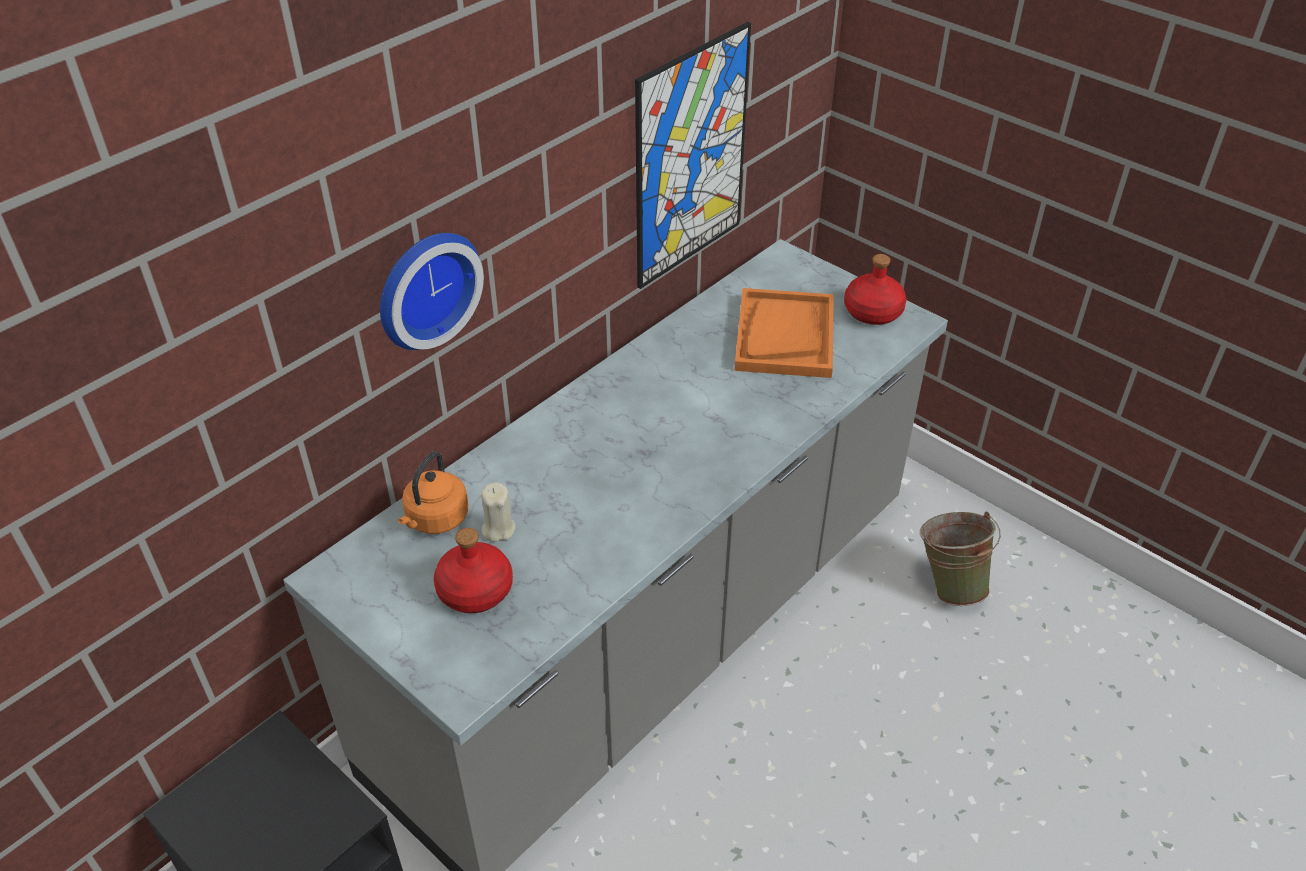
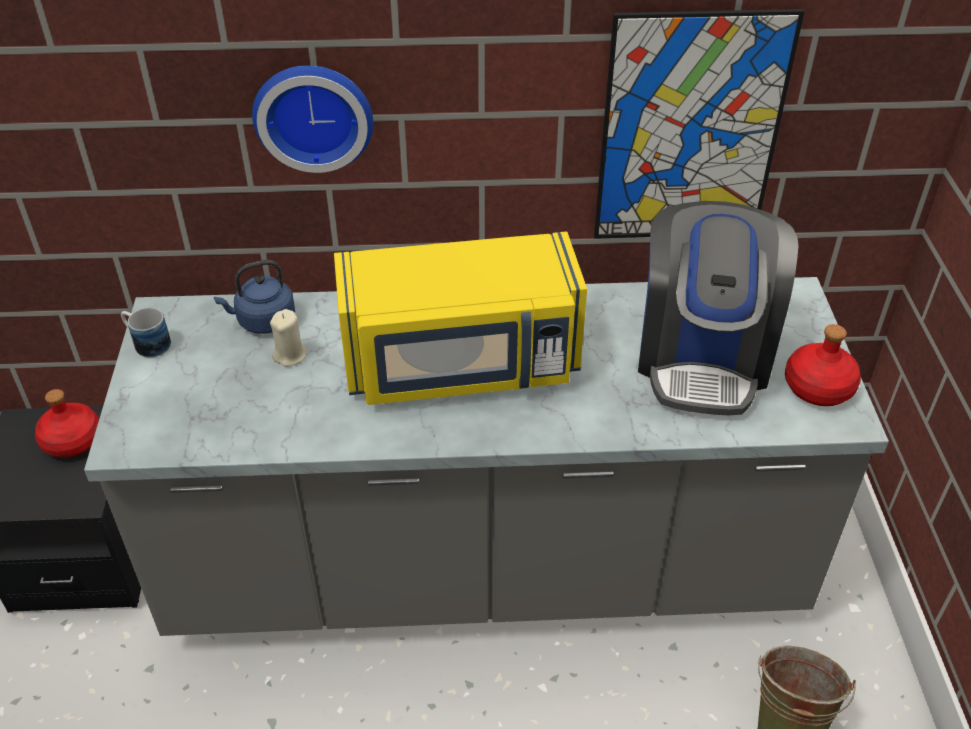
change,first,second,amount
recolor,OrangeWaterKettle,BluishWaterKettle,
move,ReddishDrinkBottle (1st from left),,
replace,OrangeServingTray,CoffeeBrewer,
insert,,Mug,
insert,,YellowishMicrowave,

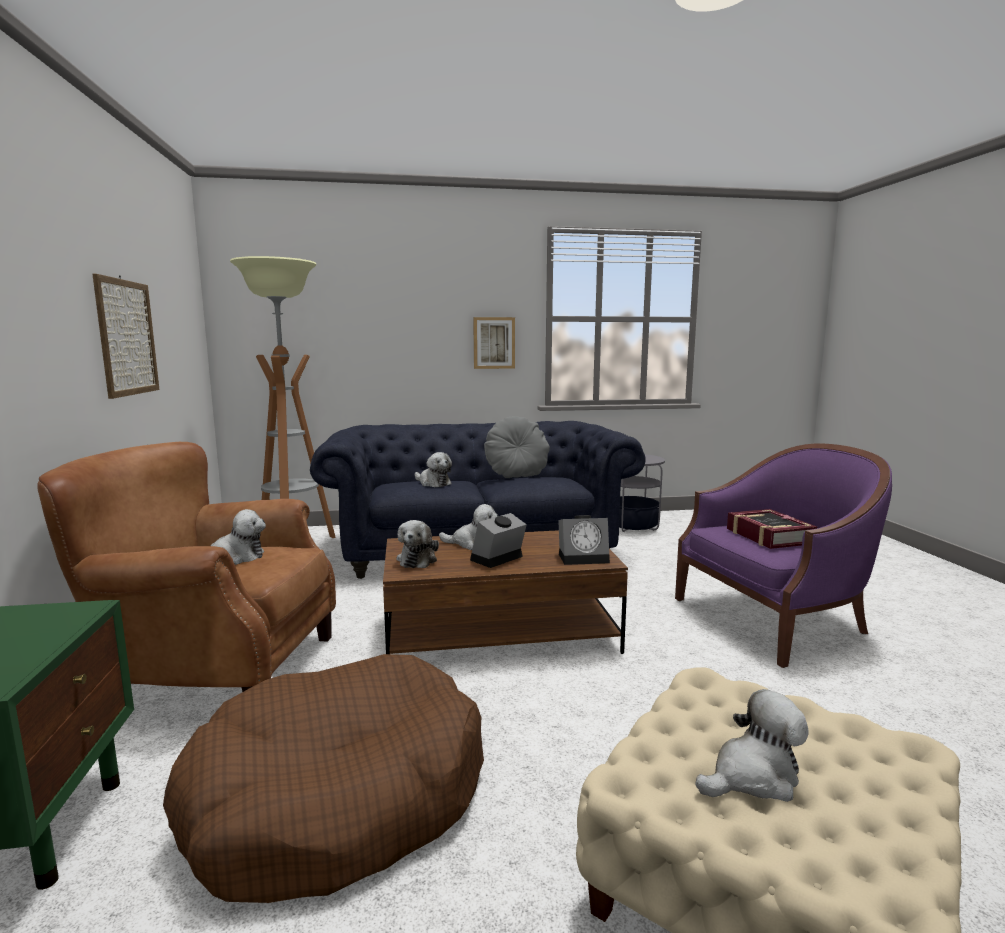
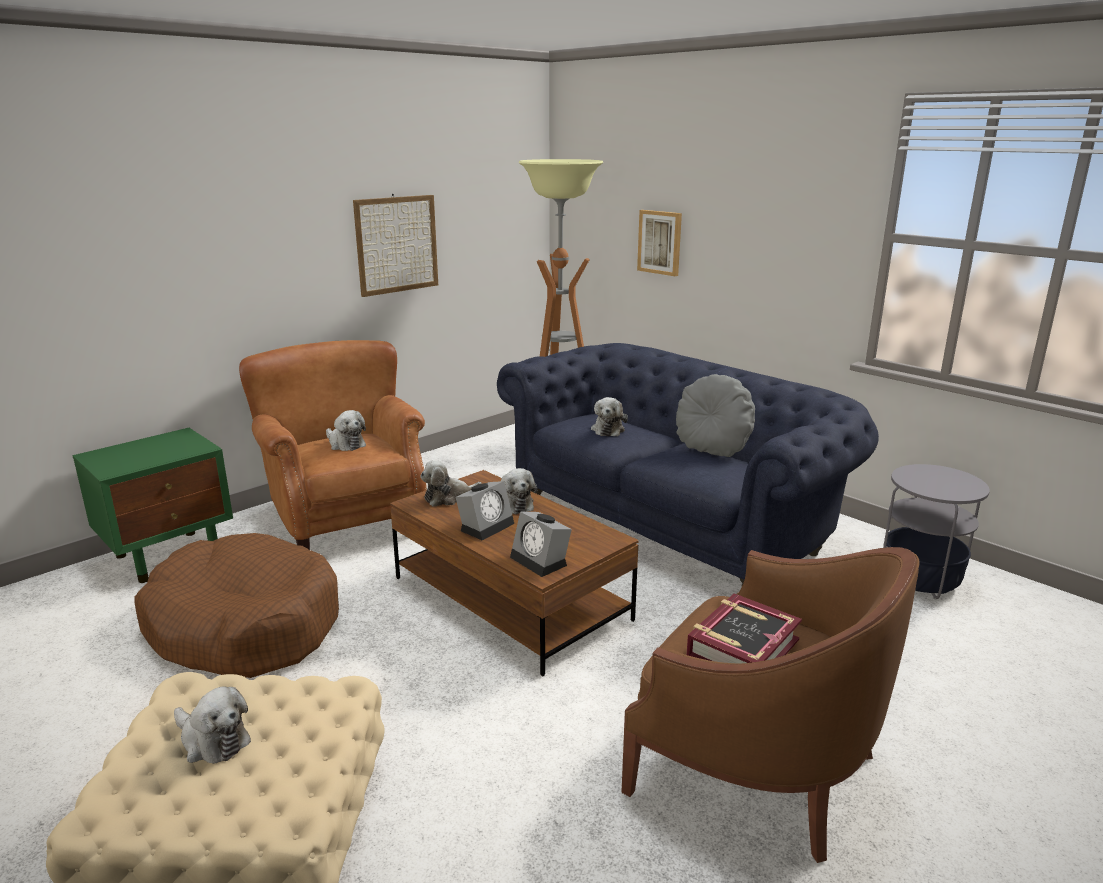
change,first,second,amount
rotate,TableClock (1st from left),,120 degrees clockwise
move,WallPicture (2nd from left),,
recolor,PurpleEasyChair,BrownishEasyChair (2nd from left),

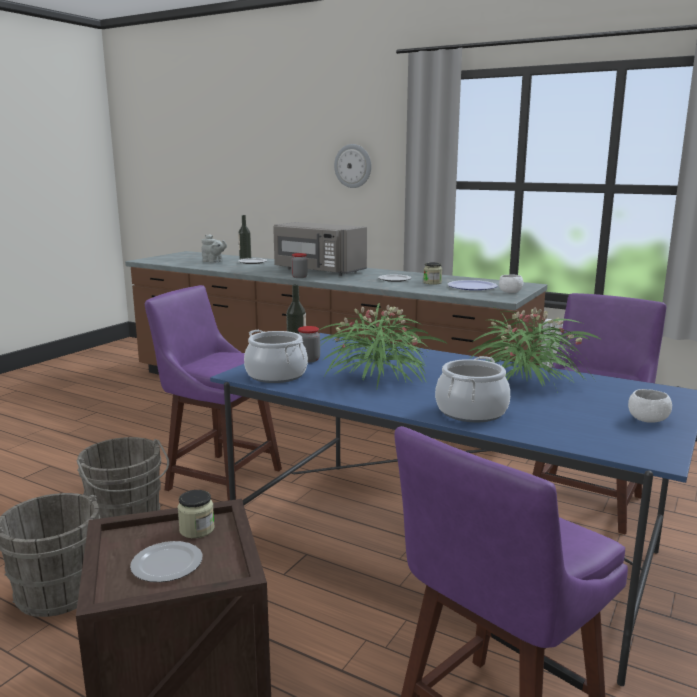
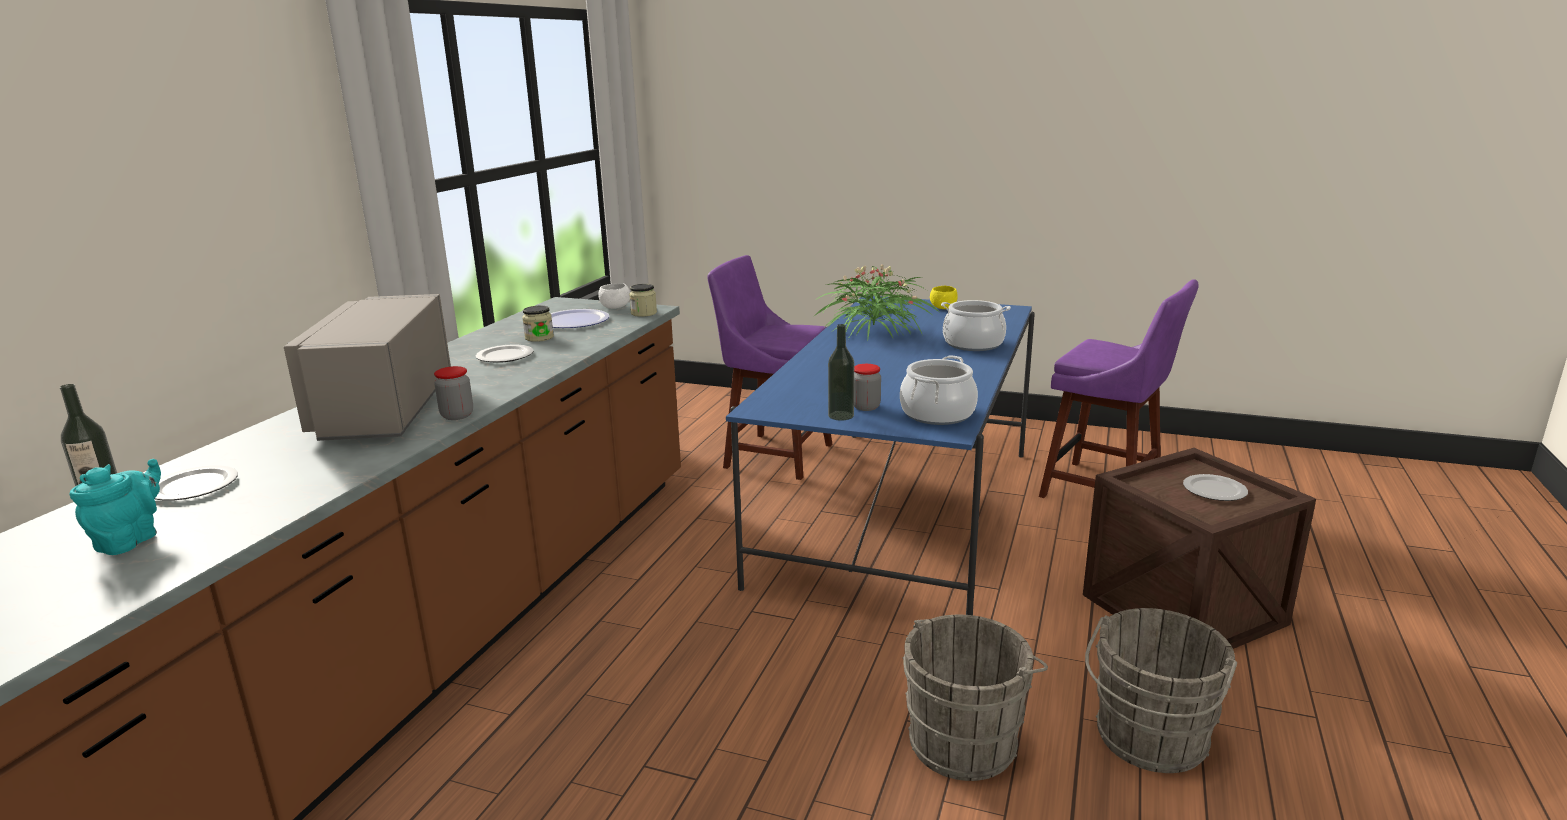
change,first,second,amount
delete,PurplePlainChair (1st from left),,
move,Jar (1st from left in the first image),Jar (3rd from left),
recolor,GrayTeapot,BlueGreenTeapot,
rotate,GrayMicrowave,,150 degrees clockwise
delete,Houseplant (1st from left),,
delete,HangingClock,,
recolor,WhiteColouredDeepDish (2nd from left),YellowishDeepDish,

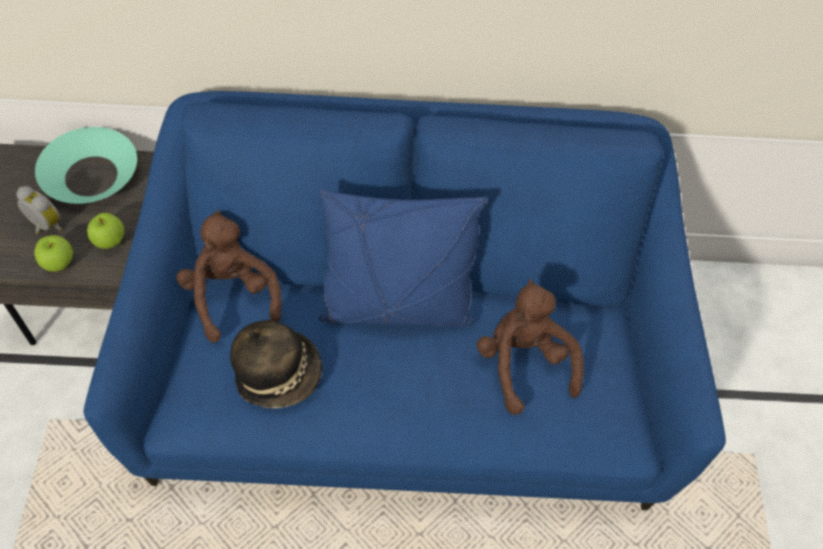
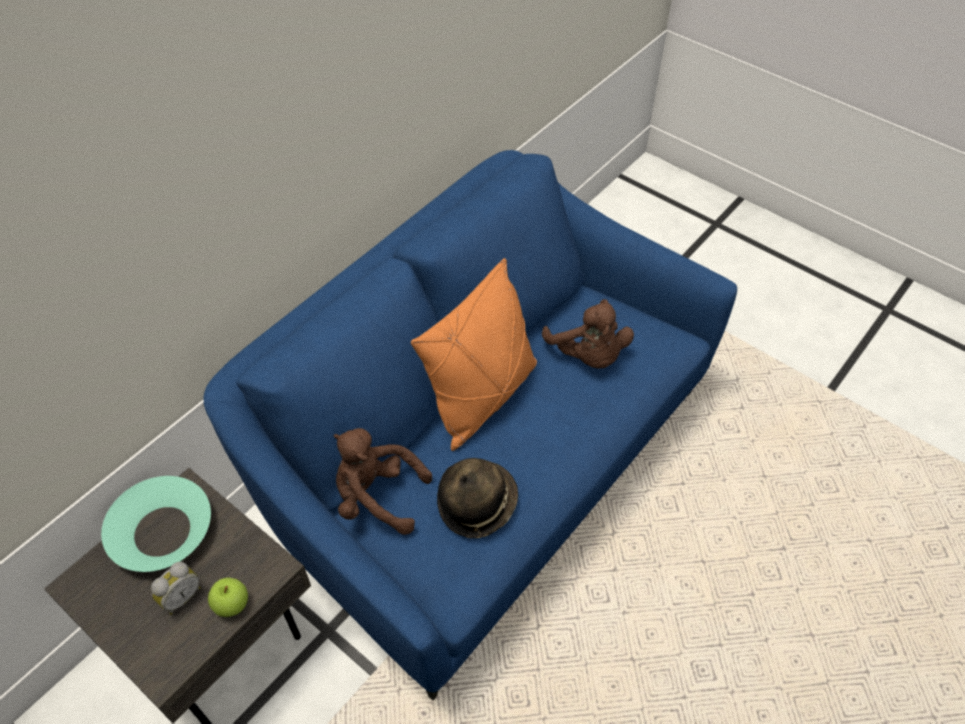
change,first,second,amount
rotate,TableClock,,150 degrees clockwise
delete,WholeApple (2nd from left),,
recolor,BluishPillow,OrangePillow,
rotate,BrownishSoftToy (2nd from left),,135 degrees counterclockwise

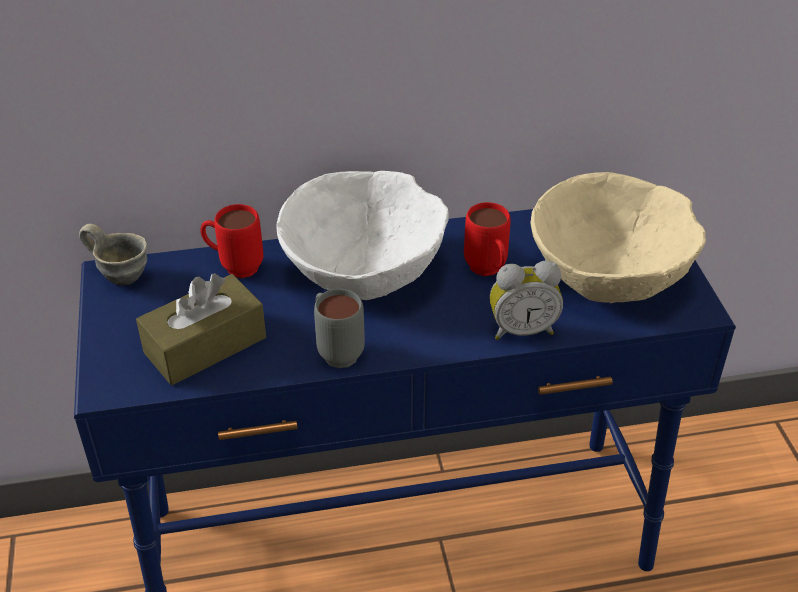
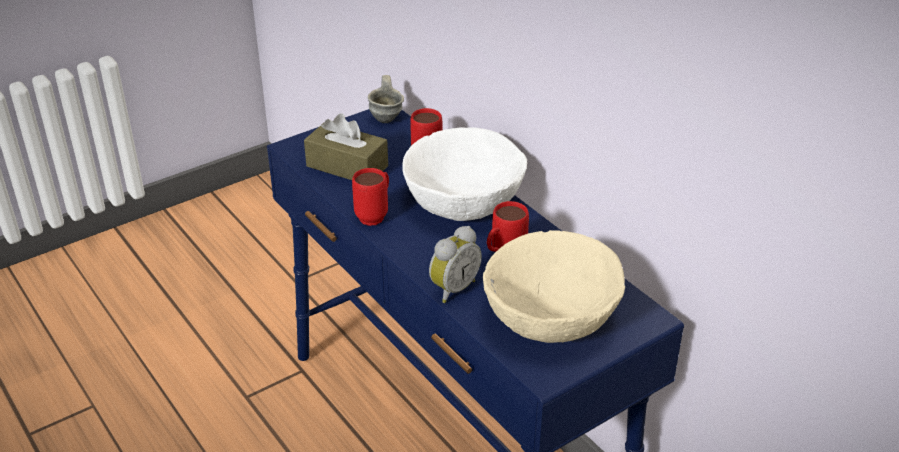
change,first,second,amount
recolor,GrayMug (2nd from left),ReddishMug (1st from left),
rotate,TableClock,,105 degrees counterclockwise

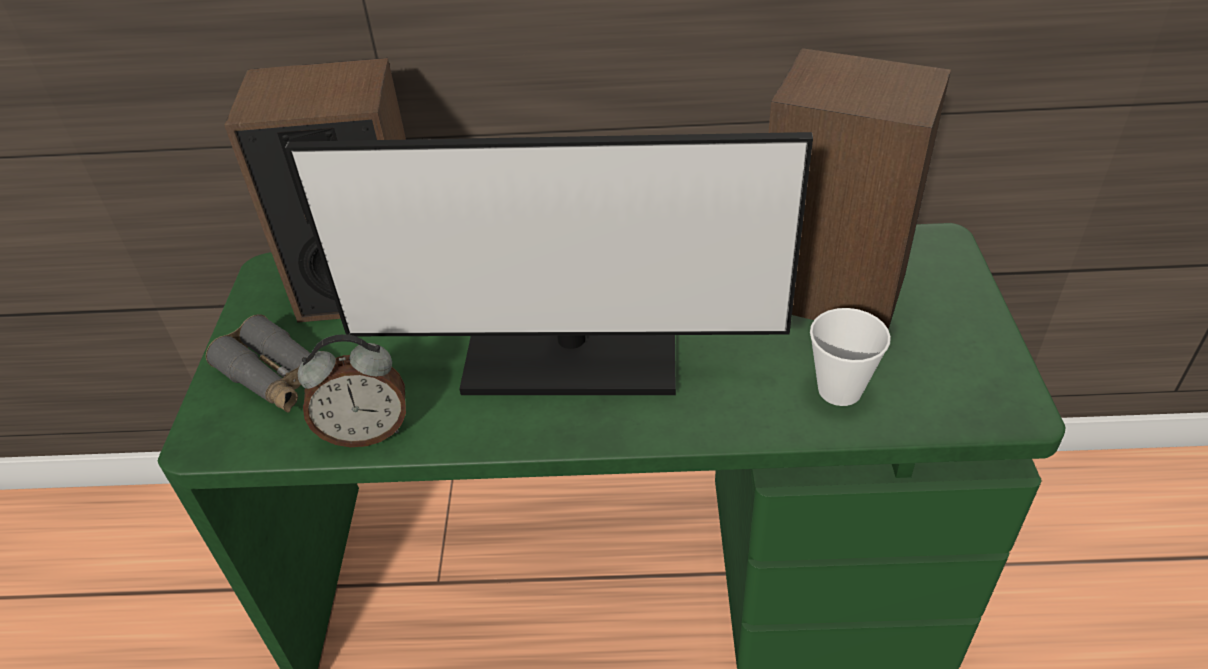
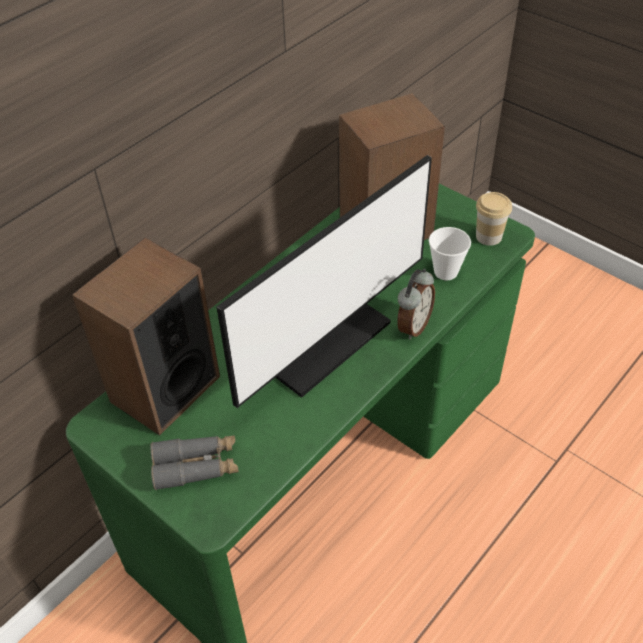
change,first,second,amount
move,TableClock,,
insert,,Cup (2nd from left),

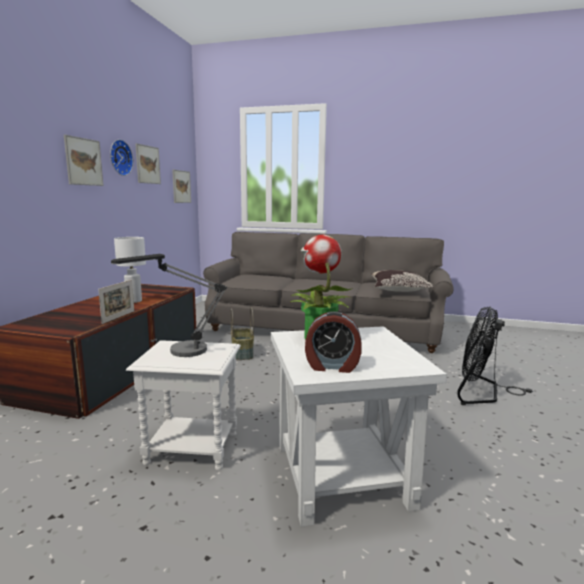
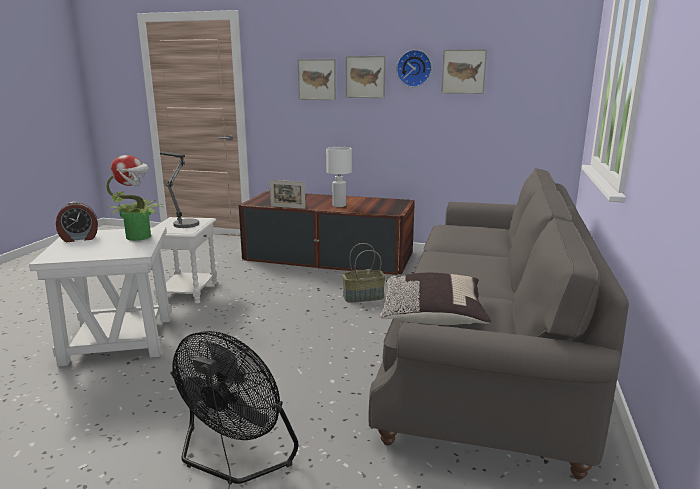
change,first,second,amount
move,WallPicture (3rd from left in the first image),WallPicture (1st from left),
rotate,TableClock,,120 degrees counterclockwise

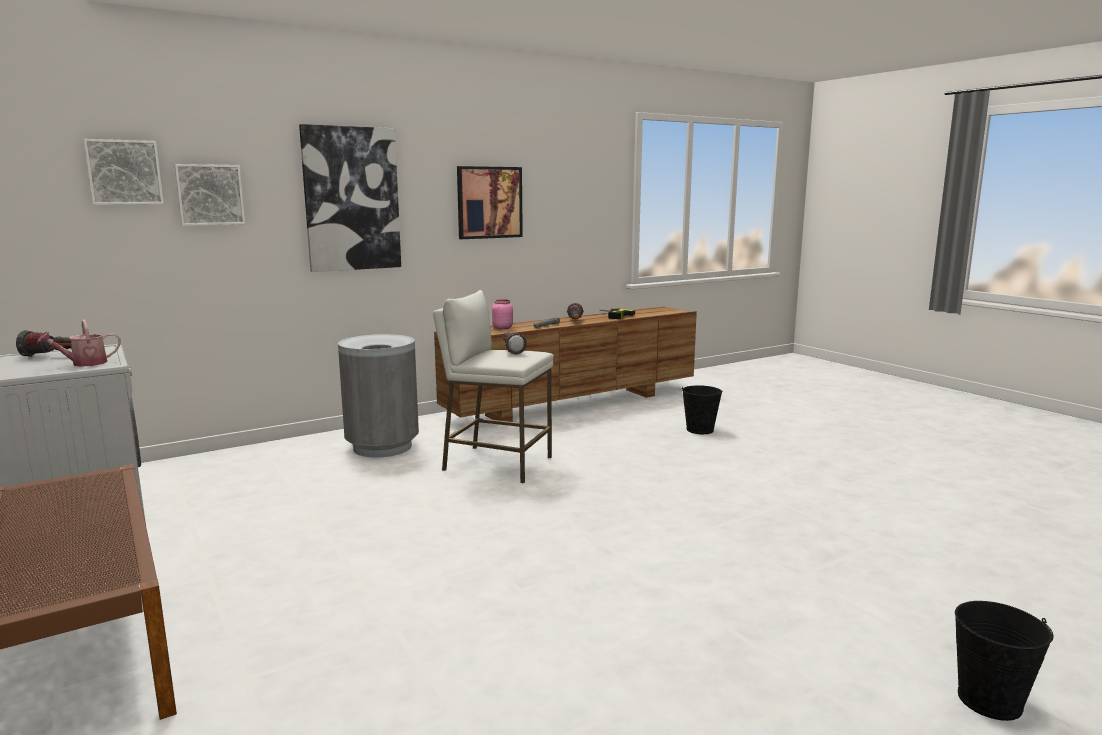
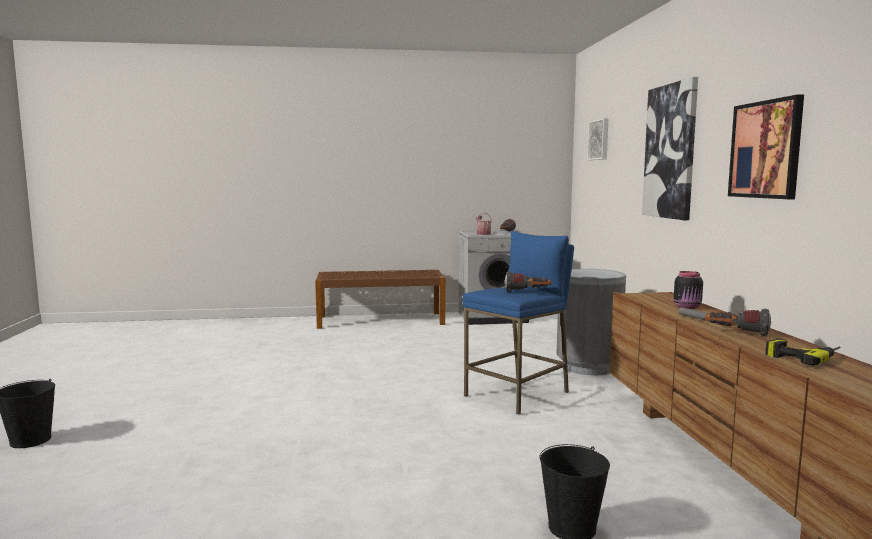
change,first,second,amount
delete,WallPicture (2nd from left),,
recolor,WhiteColouredStoolSeat,BluishStoolSeat,
recolor,PinkColouredJar,BlackishJar,

